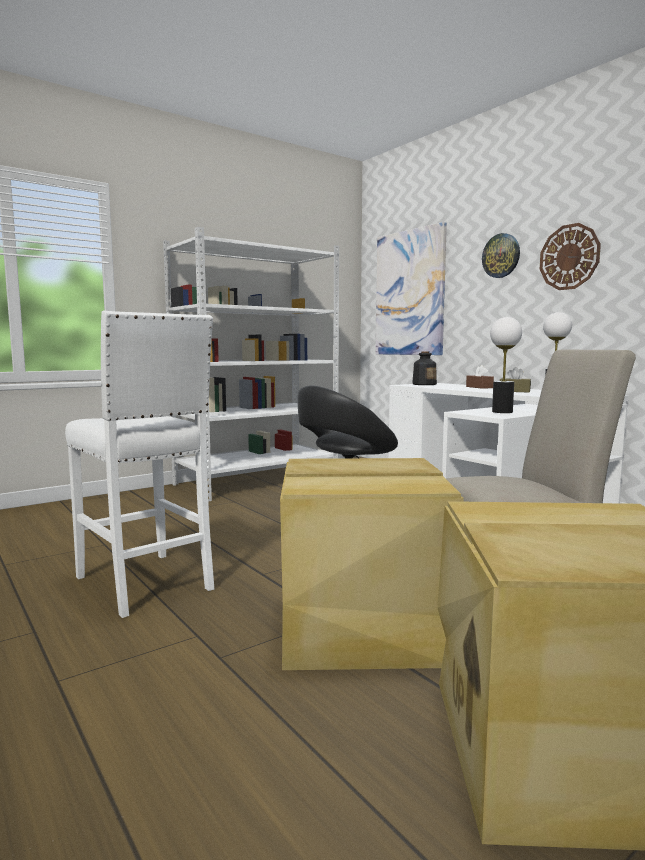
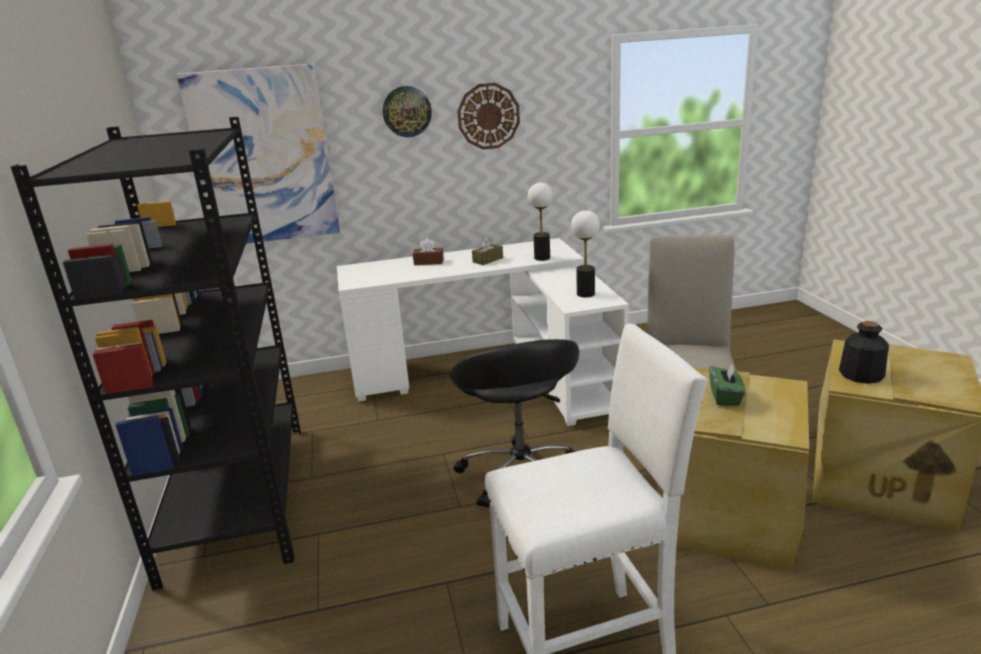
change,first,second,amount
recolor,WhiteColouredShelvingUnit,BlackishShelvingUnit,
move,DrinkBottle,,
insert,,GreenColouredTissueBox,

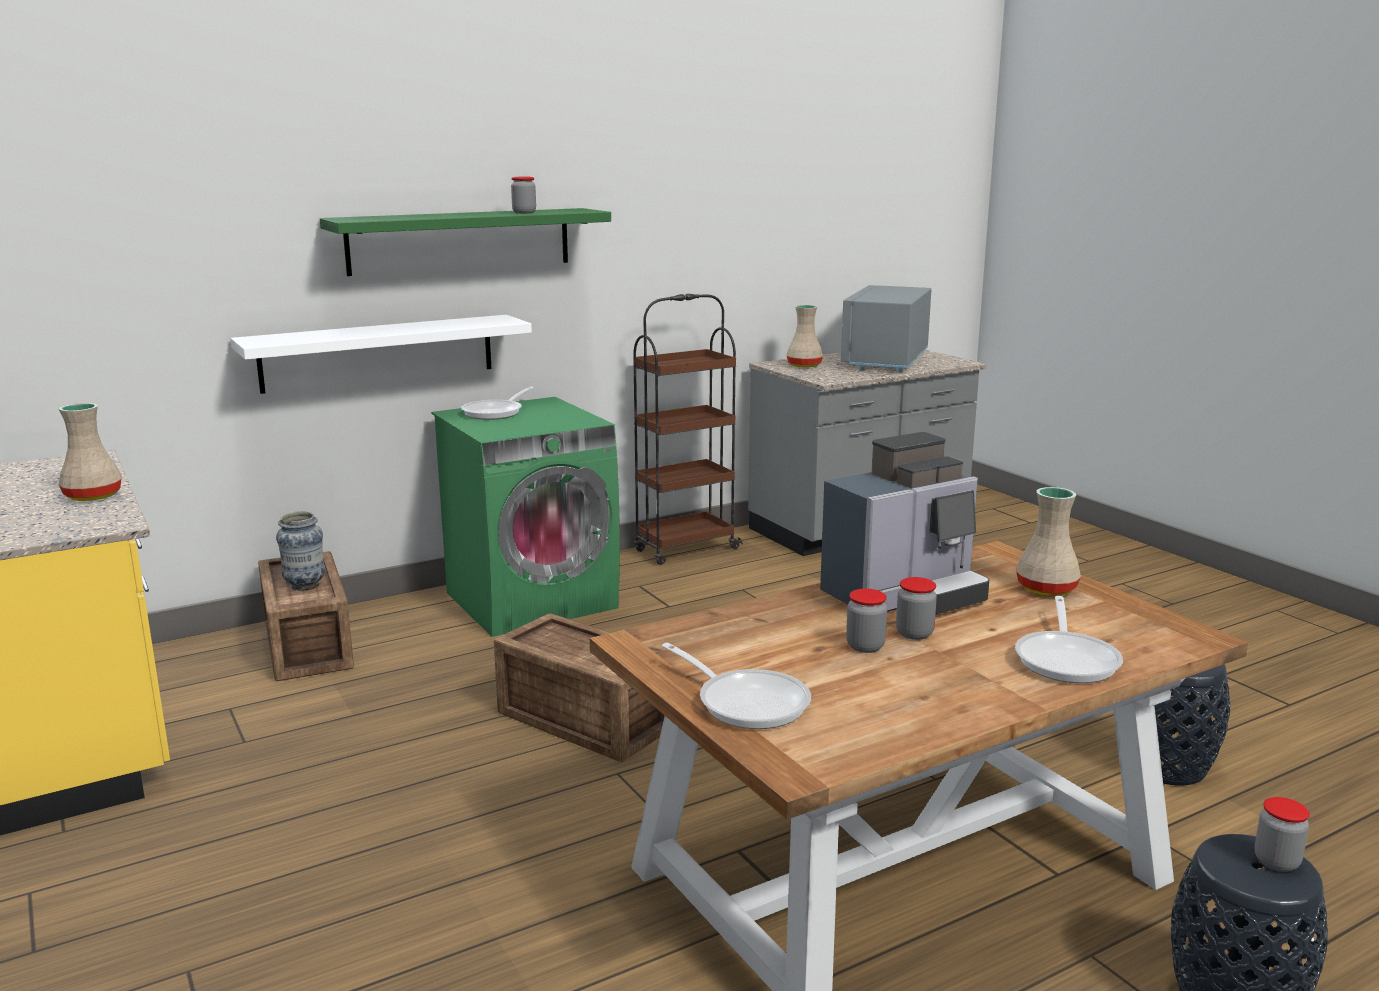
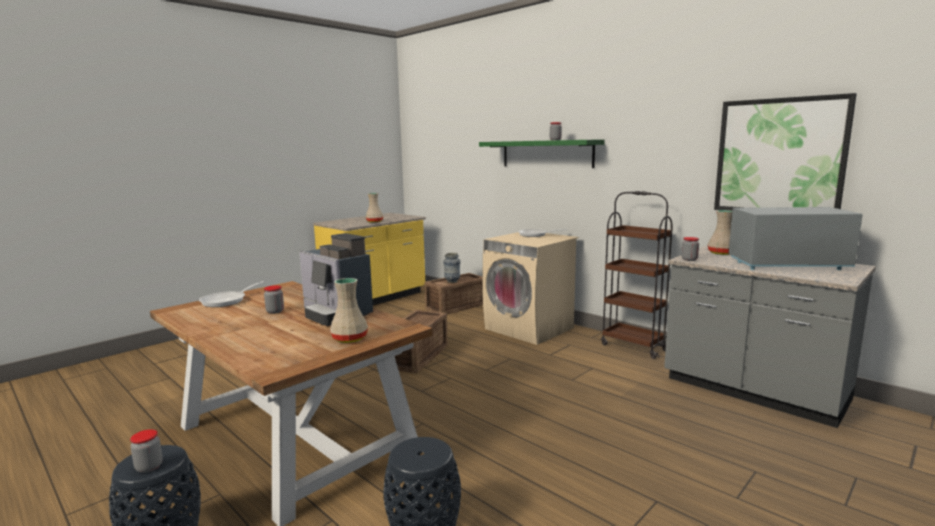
change,first,second,amount
delete,WhiteColouredShelf,,
recolor,GreenColouredWashingMachine,BeigeColouredWashingMachine,
move,Jar (3rd from left in the first image),Jar (4th from left),
delete,FryingPan (3rd from left),,
insert,,WallPicture,

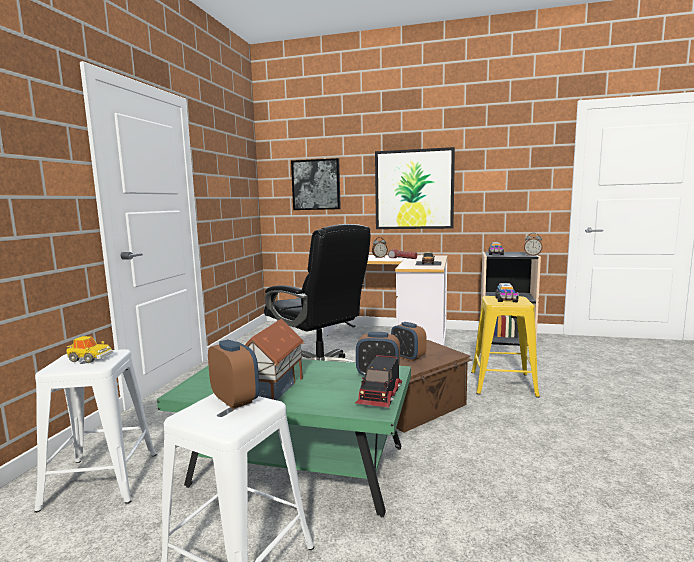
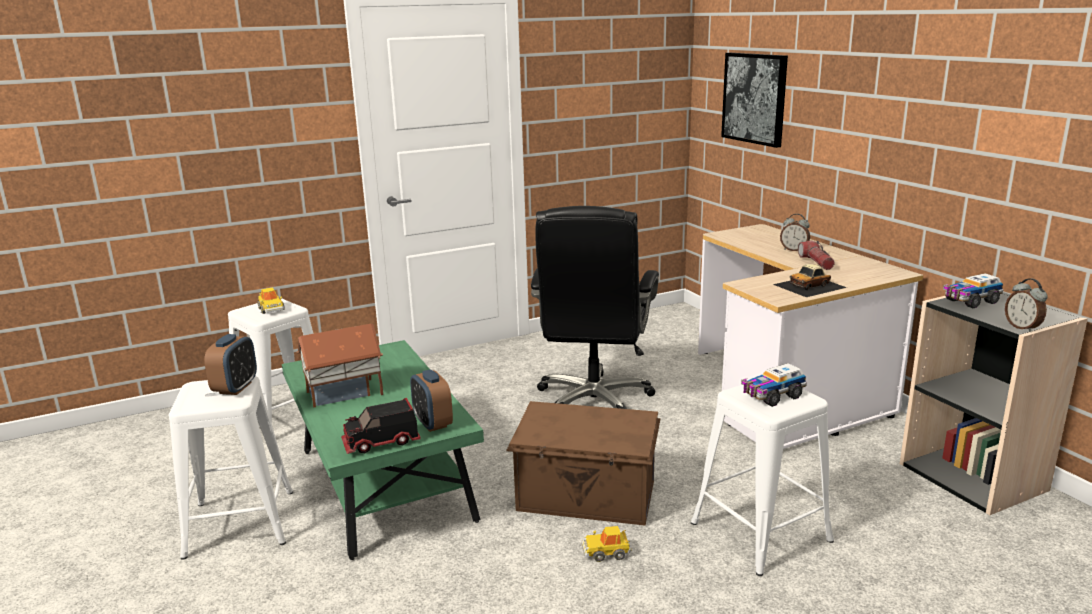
change,first,second,amount
delete,WallPicture (2nd from left),,
delete,TableClock (4th from left),,
recolor,YellowishStoolSeat,WhiteColouredStoolSeat (3rd from left),
insert,,ToyCar (2nd from left),

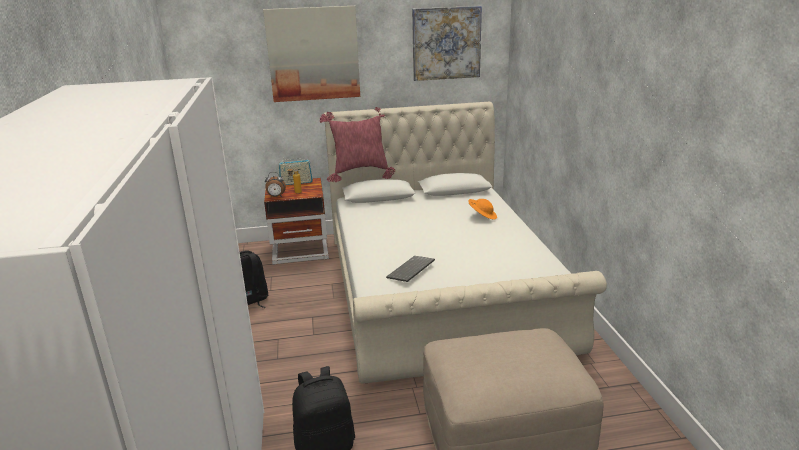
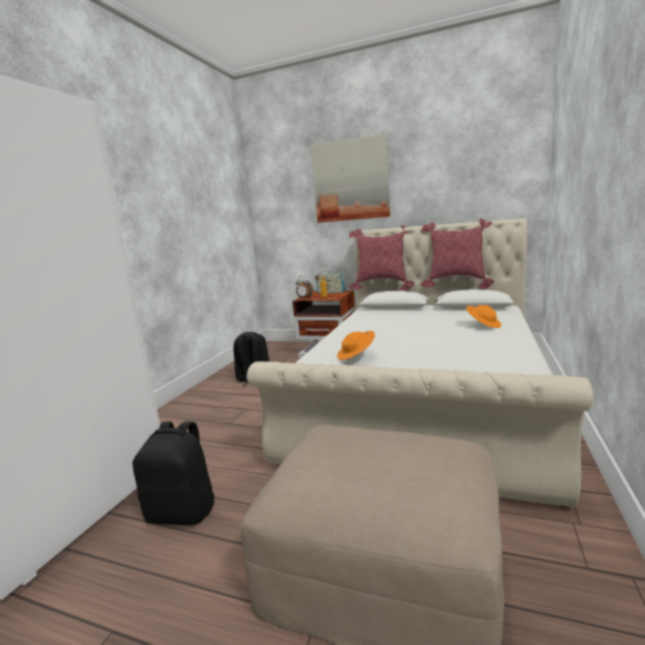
change,first,second,amount
replace,Keyboard,OrangeWearableHat (1st from left),
delete,WallPicture (2nd from left),,
insert,,ReddishPillow (2nd from left),

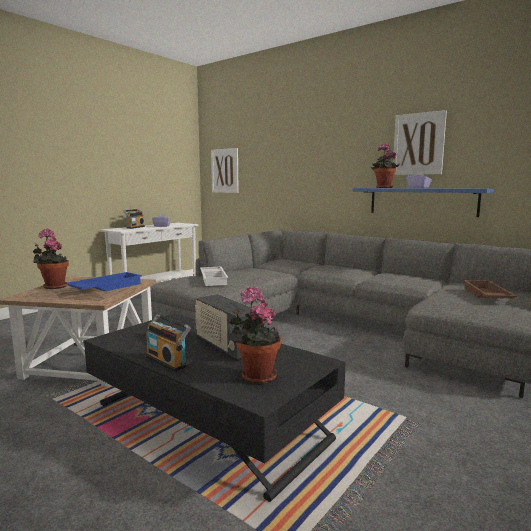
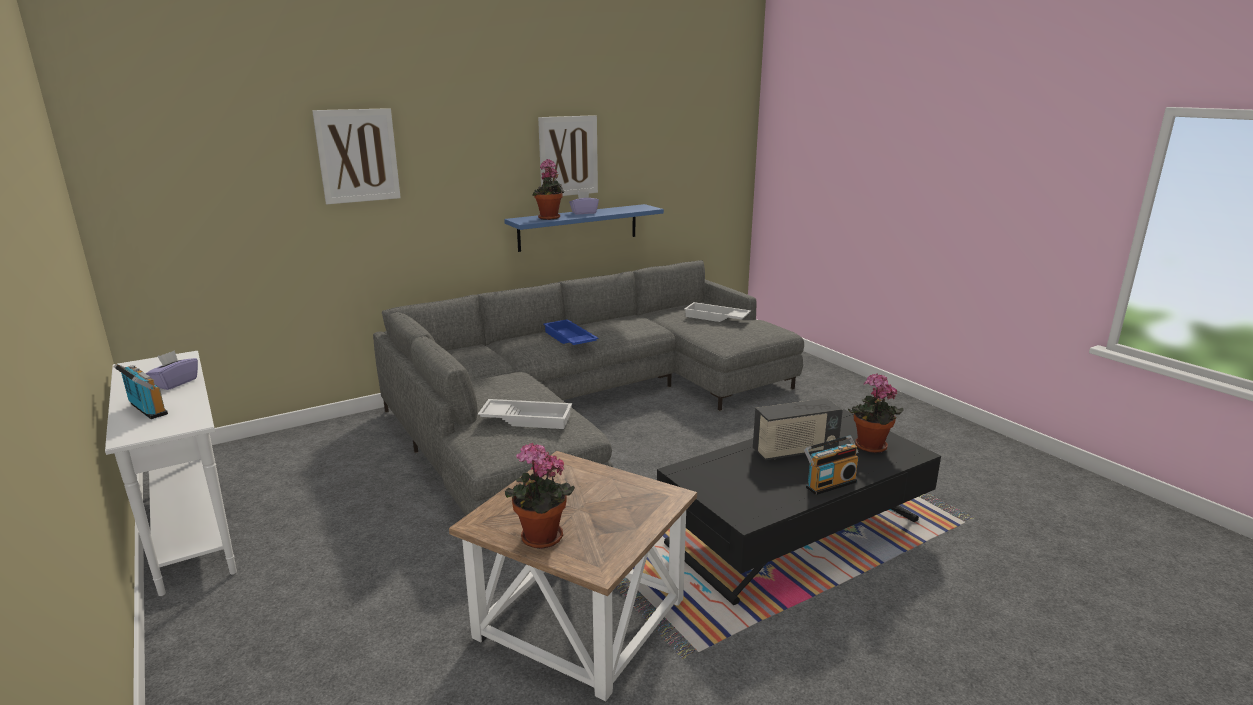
change,first,second,amount
move,BluishServingTray,,
move,WallPicture (1st from left),,
recolor,BrownishServingTray,WhiteColouredServingTray (2nd from left),

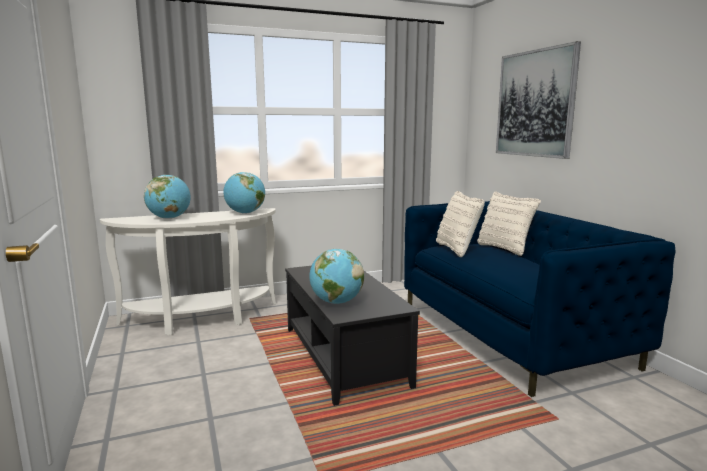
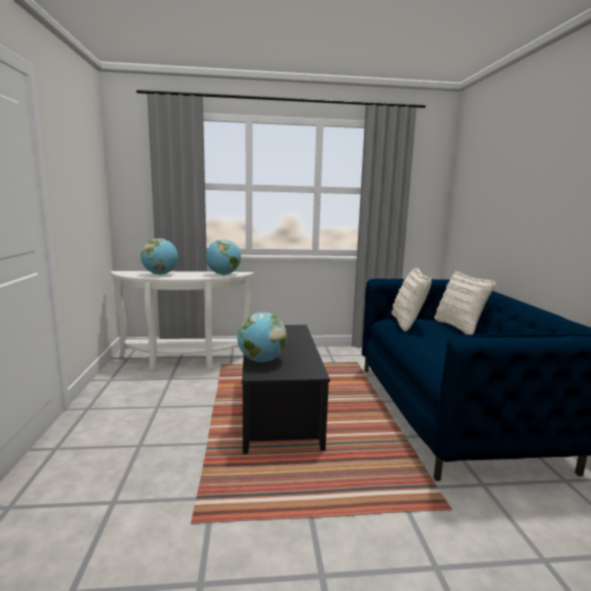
change,first,second,amount
delete,WallPicture,,

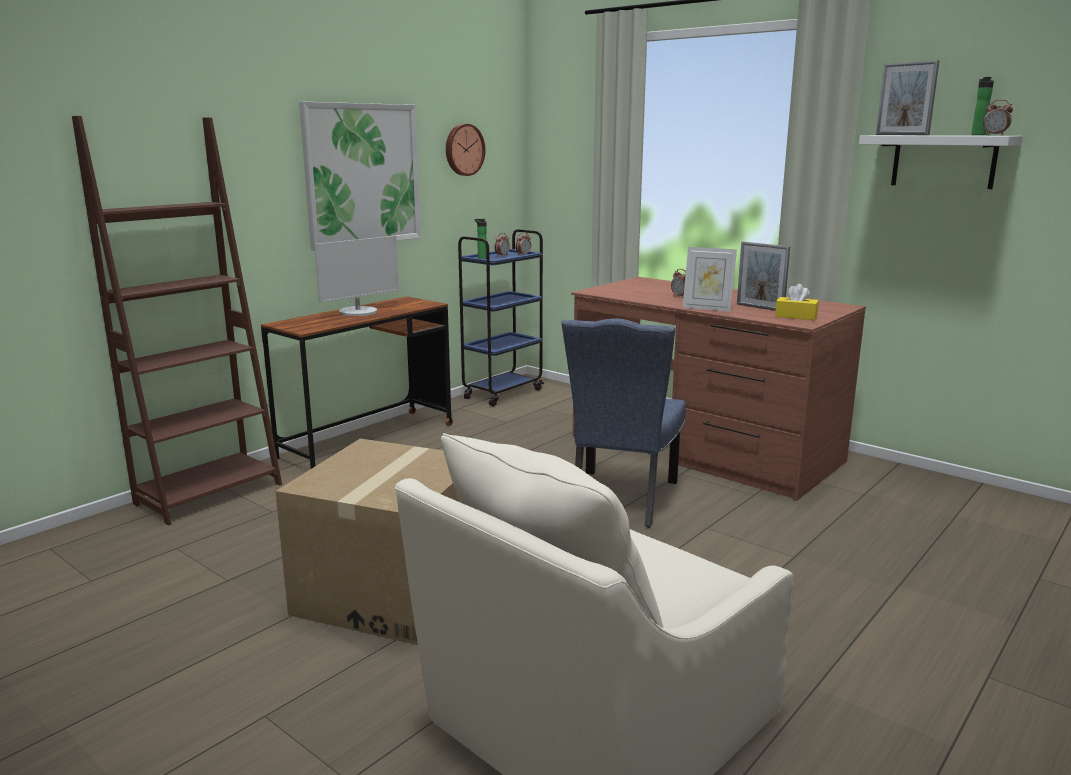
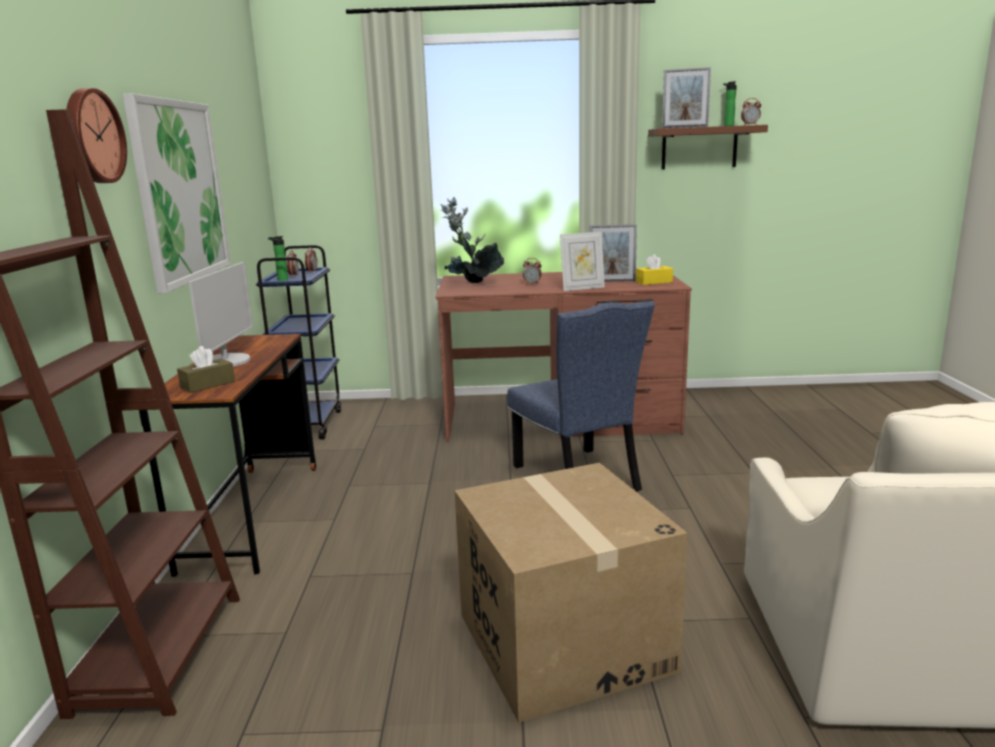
change,first,second,amount
move,HangingClock,,
recolor,WhiteColouredShelf,BrownishShelf,
insert,,BrownishTissueBox,
insert,,Houseplant,

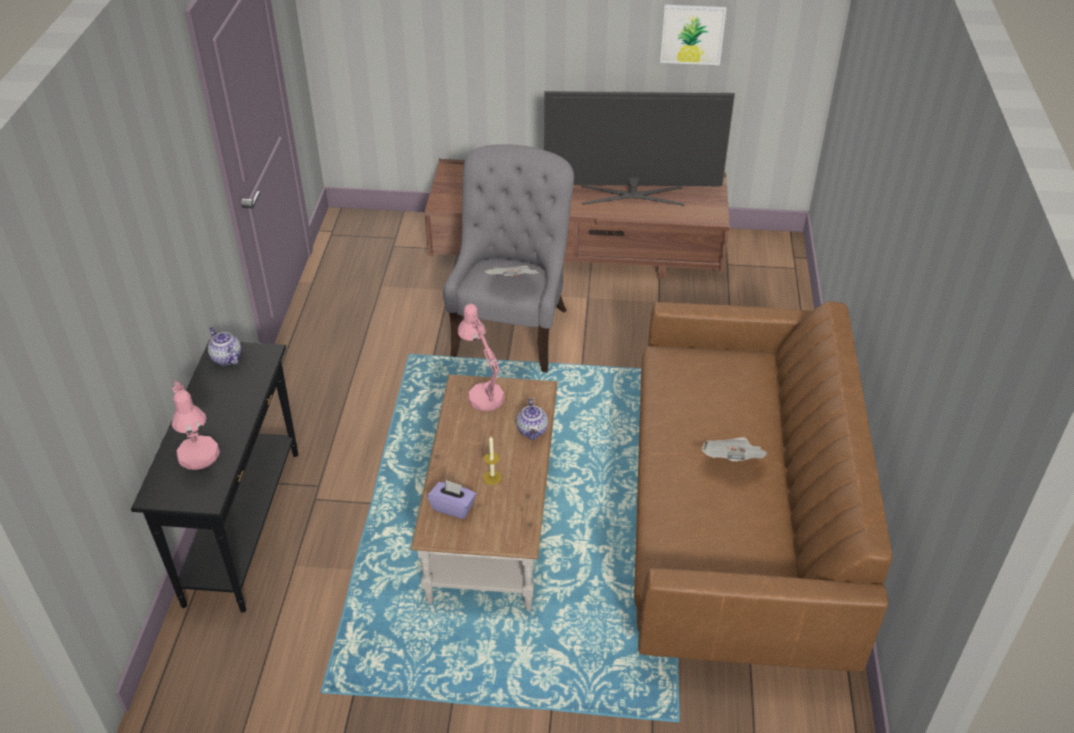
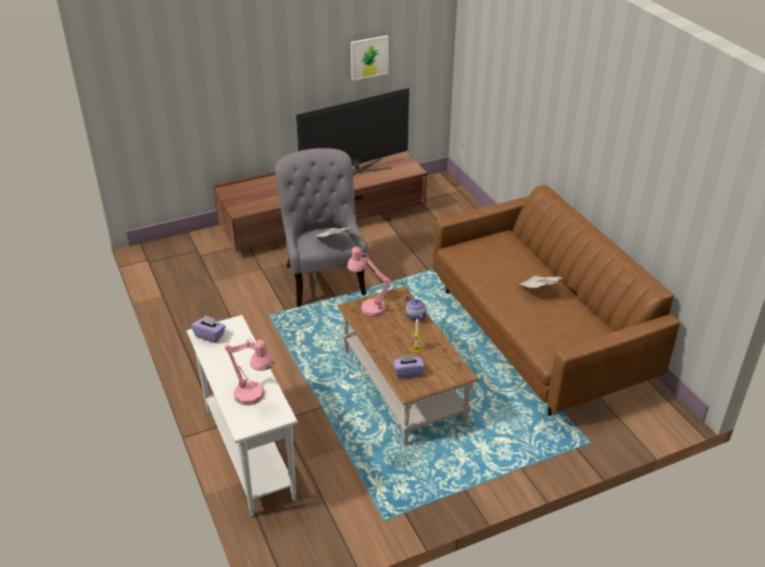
change,first,second,amount
recolor,BlackishConsoleTable,WhiteColouredConsoleTable,
replace,Teapot (1st from left),PurpleTissueBox (1st from left),

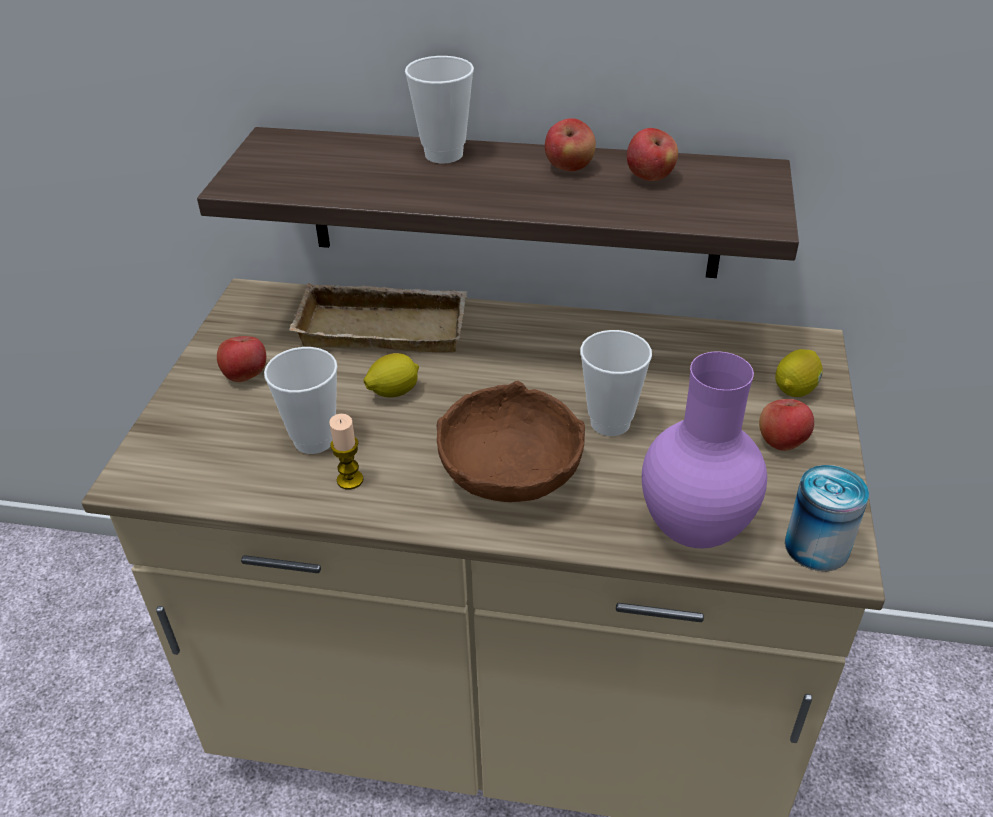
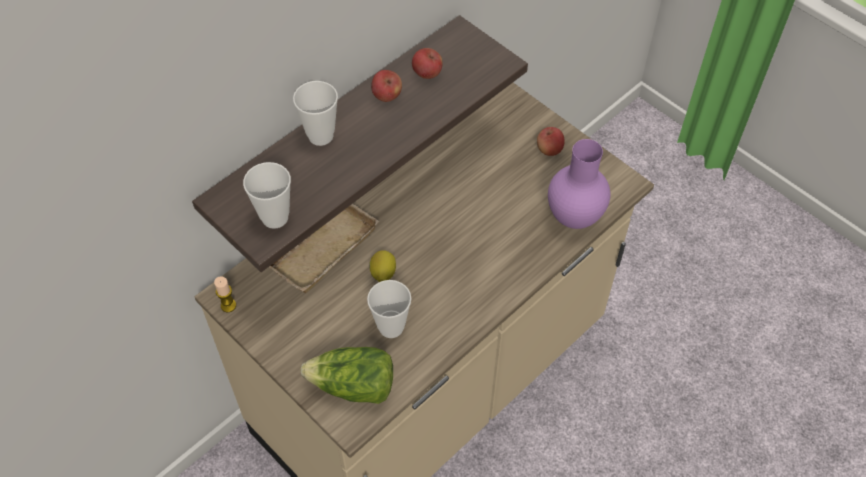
change,first,second,amount
delete,WholeApple (1st from left),,
move,WaxCandle,,
delete,BrownishDeepDish,,
move,Cup (3rd from left in the first image),Cup (1st from left),
delete,CitrusFruit (2nd from left),,
delete,MetalCan,,
insert,,HeadOfLettuce,

